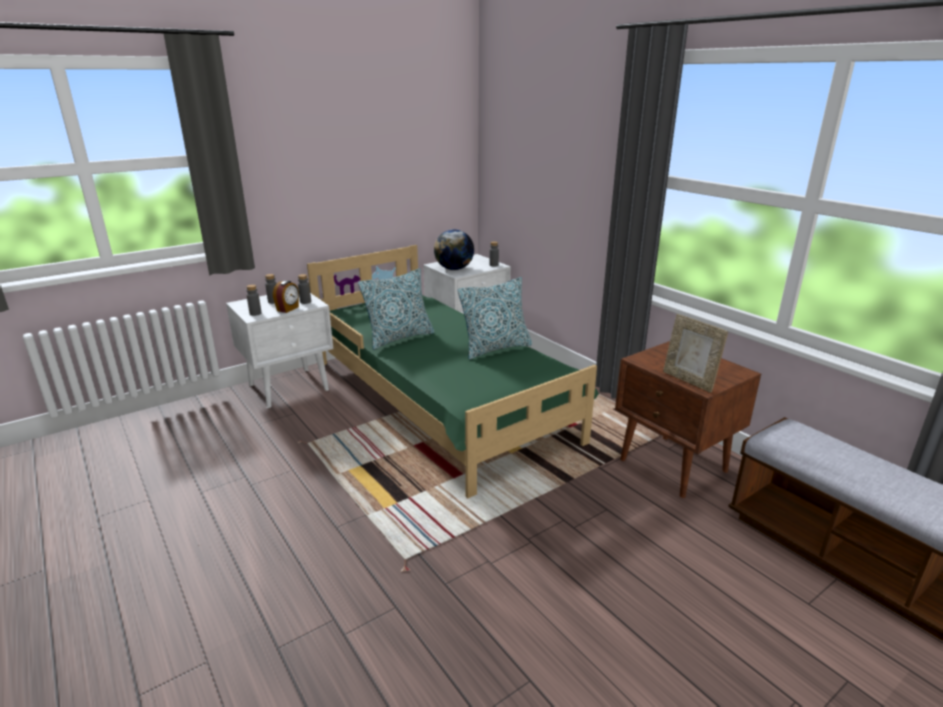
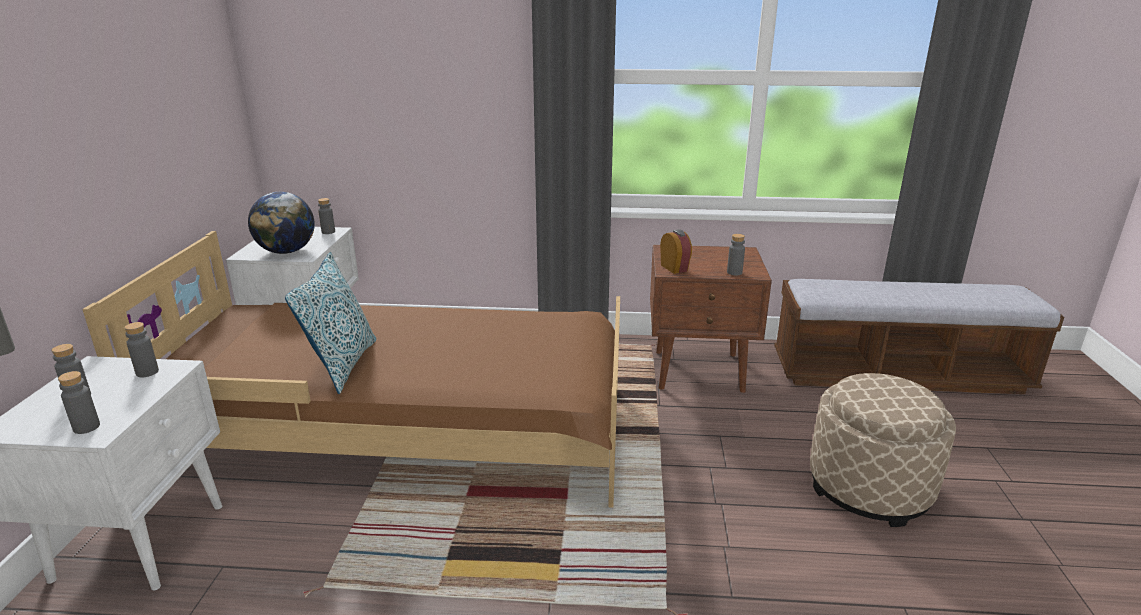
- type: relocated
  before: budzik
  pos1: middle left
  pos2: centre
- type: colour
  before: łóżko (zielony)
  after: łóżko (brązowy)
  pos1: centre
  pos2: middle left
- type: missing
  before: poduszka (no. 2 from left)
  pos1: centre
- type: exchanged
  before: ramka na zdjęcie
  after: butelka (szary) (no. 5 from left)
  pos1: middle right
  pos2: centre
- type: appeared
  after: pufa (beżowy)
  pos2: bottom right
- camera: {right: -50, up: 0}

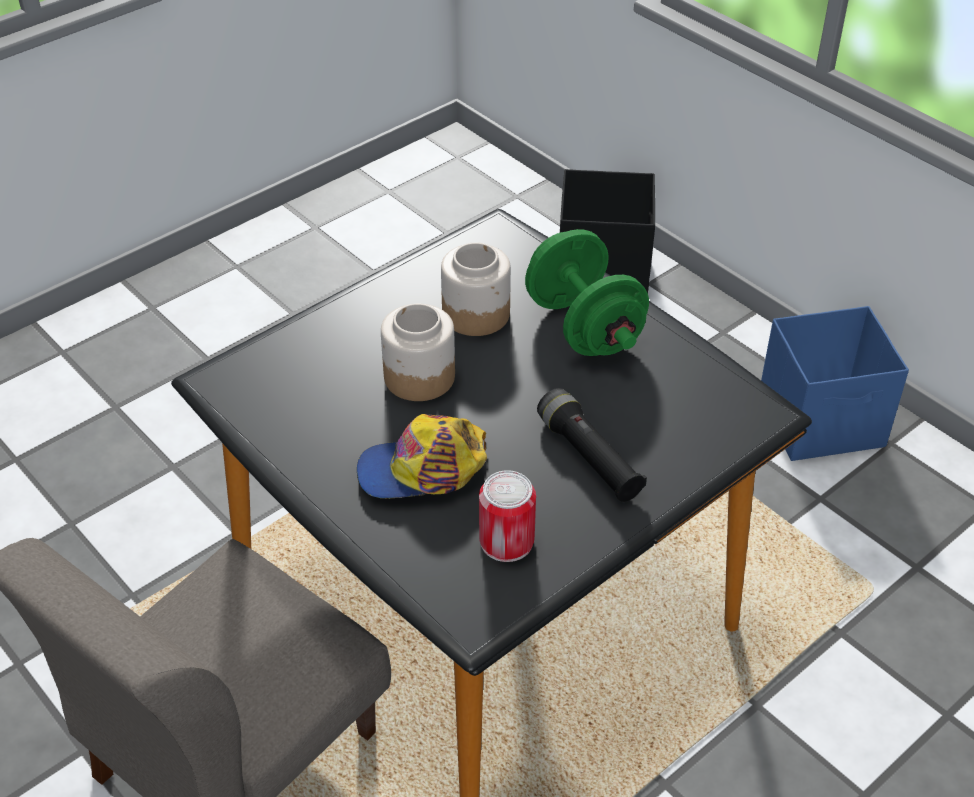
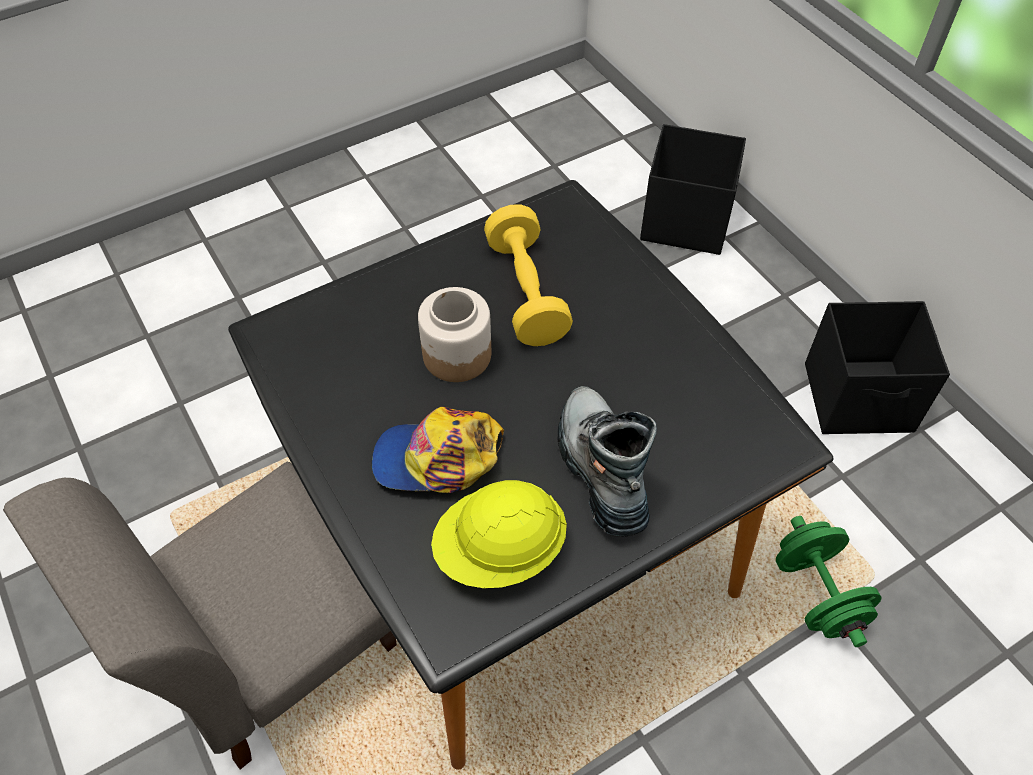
- type: exchanged
  before: słoik (no. 2 from left)
  after: hantel (żółty)
  pos1: centre
  pos2: centre
- type: exchanged
  before: puszka
  after: kask (żółty)
  pos1: centre
  pos2: bottom centre
- type: relocated
  before: hantel (zielony)
  pos1: centre
  pos2: bottom right
- type: exchanged
  before: latarka (czarny)
  after: but z cholewką
  pos1: centre
  pos2: centre
- type: colour
  before: pojemnik do przechowywania (niebieski)
  after: pojemnik do przechowywania (czarny) (no. 2 from left)
  pos1: middle right
  pos2: middle right
- camera: {right: 10, up: 10}

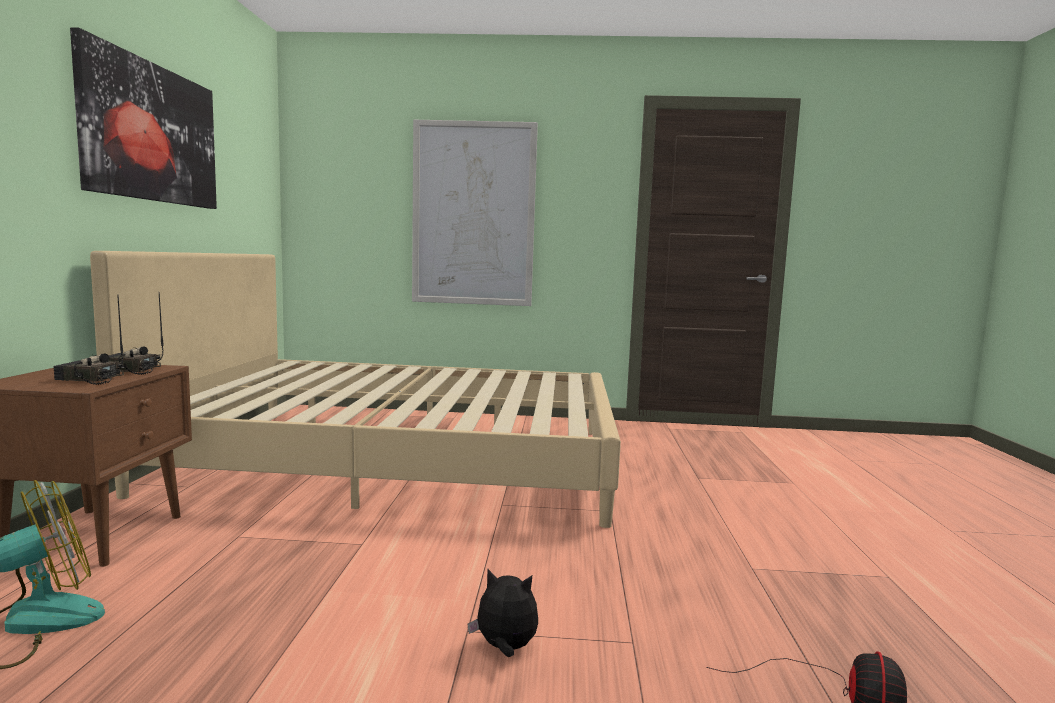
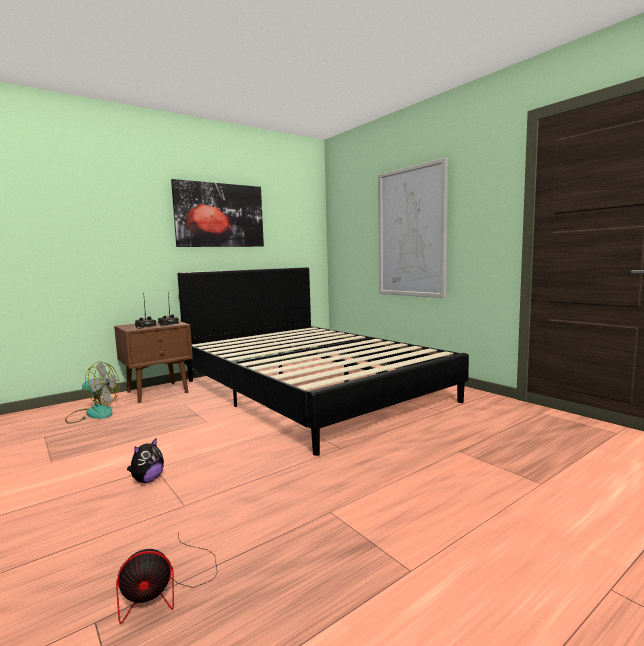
- type: colour
  before: łóżko (beżowy)
  after: łóżko (czarny)
  pos1: centre
  pos2: centre
- type: spun
  before: pluszak
  pos1: bottom centre
  pos2: bottom left
  turn: 60
- camera: {right: 50, up: 0}

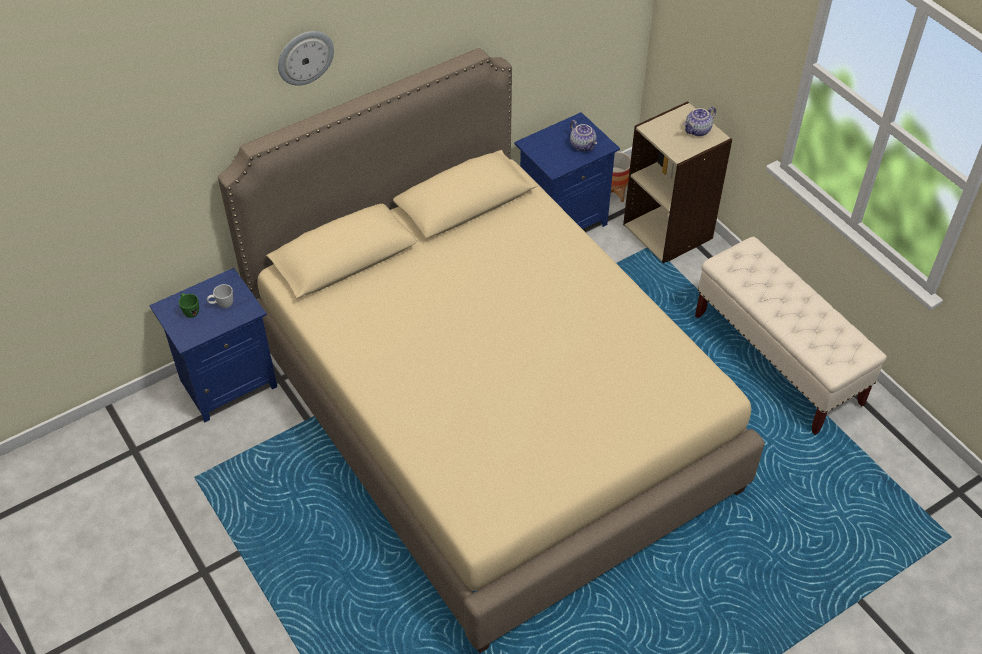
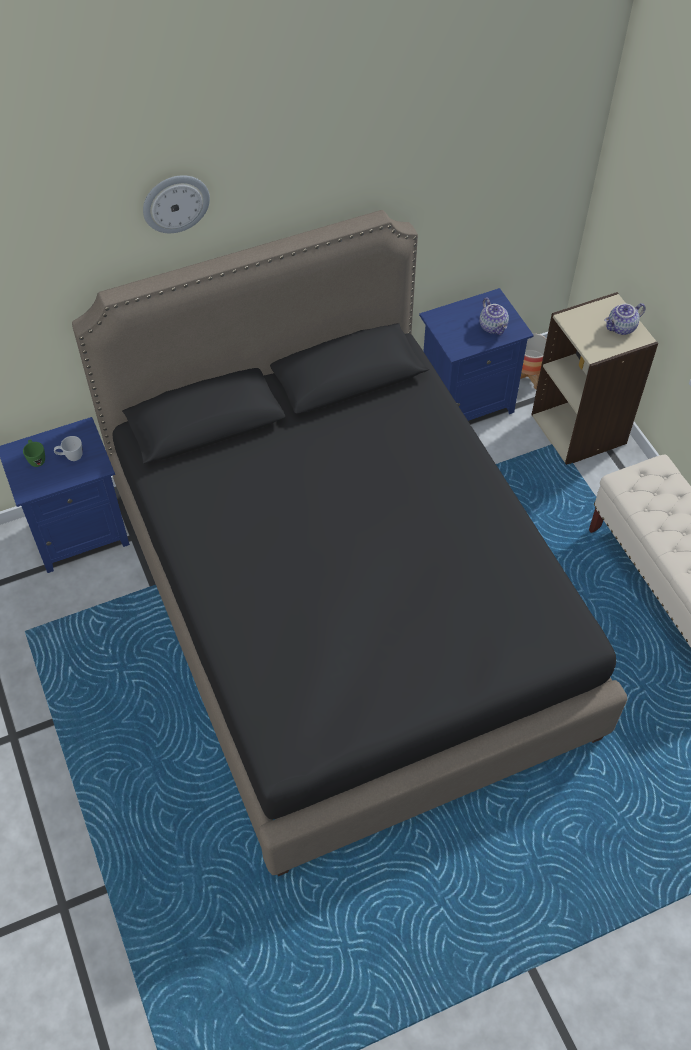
- type: colour
  before: łóżko (beżowy)
  after: łóżko (czarny)
  pos1: centre
  pos2: centre
- camera: {right: 10, up: 5}

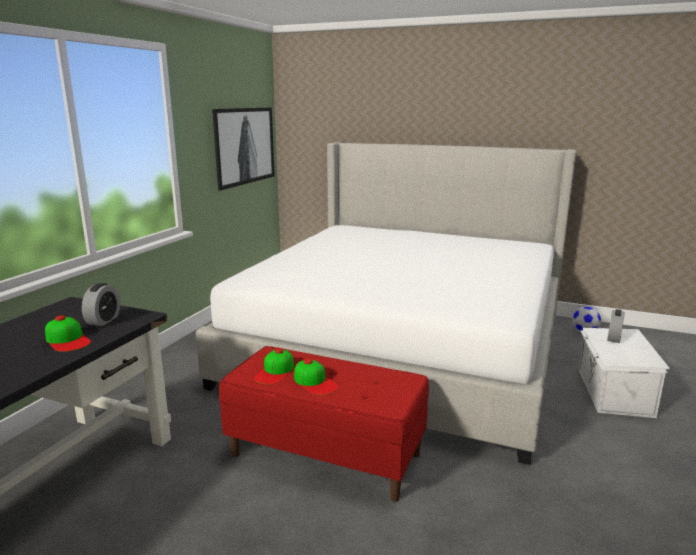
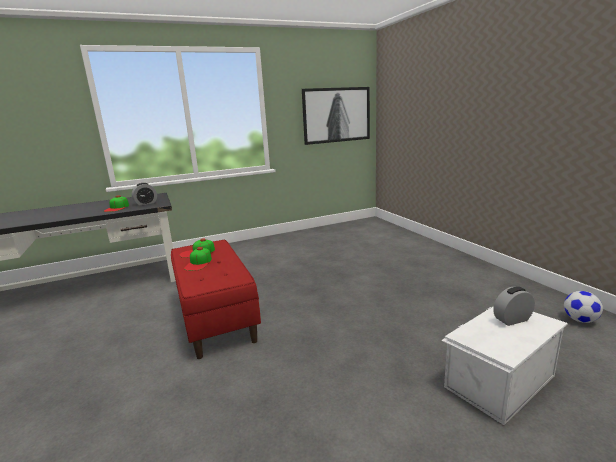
- type: missing
  before: łóżko
  pos1: centre
- camera: {right: 45, up: 0}

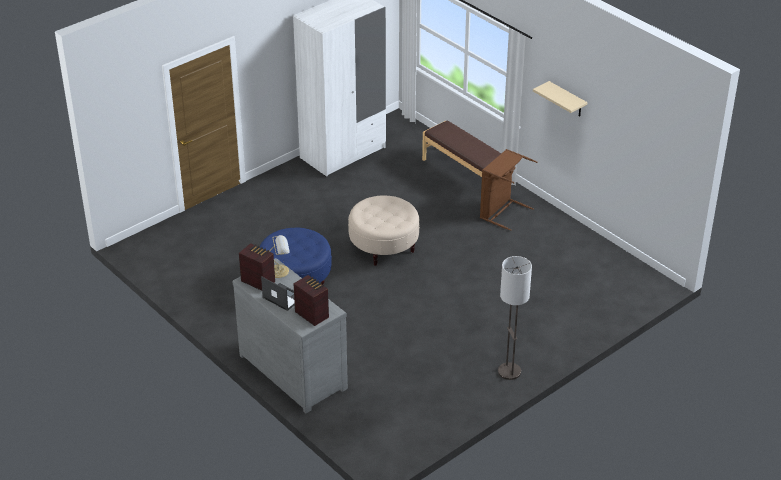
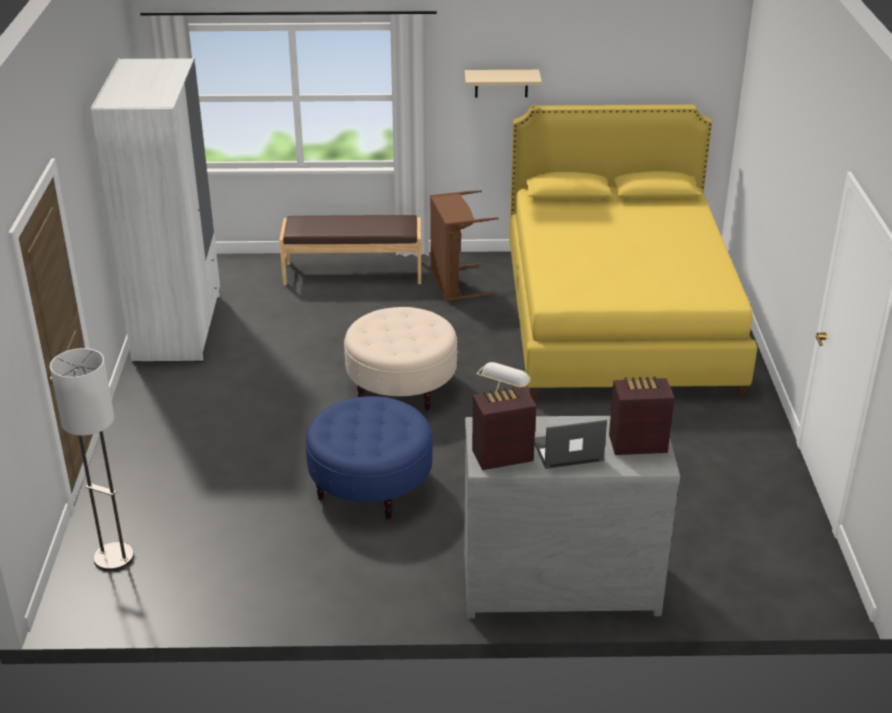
- type: relocated
  before: lampa stojąca
  pos1: centre
  pos2: middle left
- type: appeared
  after: łóżko (żółty)
  pos2: middle right
- camera: {right: -50, up: -5}

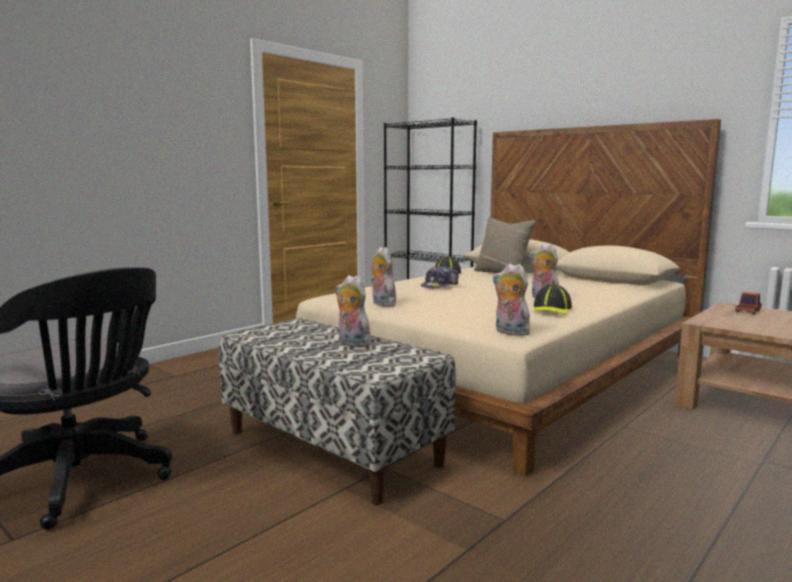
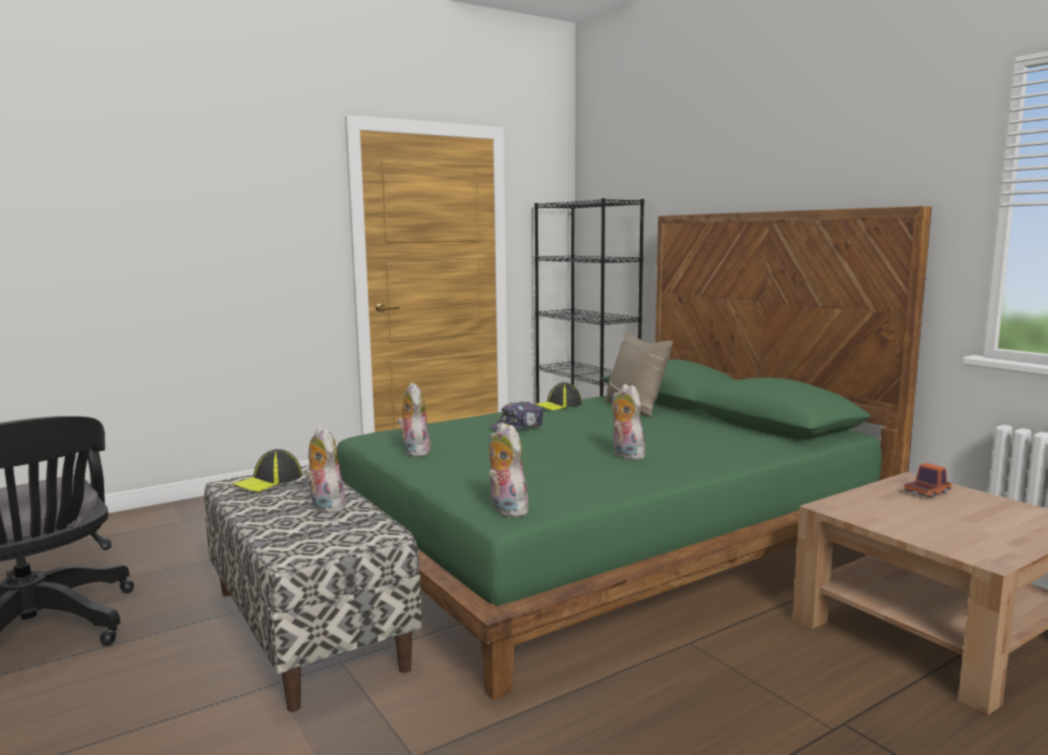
- type: colour
  before: łóżko (beżowy)
  after: łóżko (zielony)
  pos1: centre
  pos2: centre
- type: relocated
  before: czapka z daszkiem (no. 3 from left in the first image)
  after: czapka z daszkiem (no. 1 from left)
  pos1: middle right
  pos2: middle left
- camera: {right: 15, up: 0}

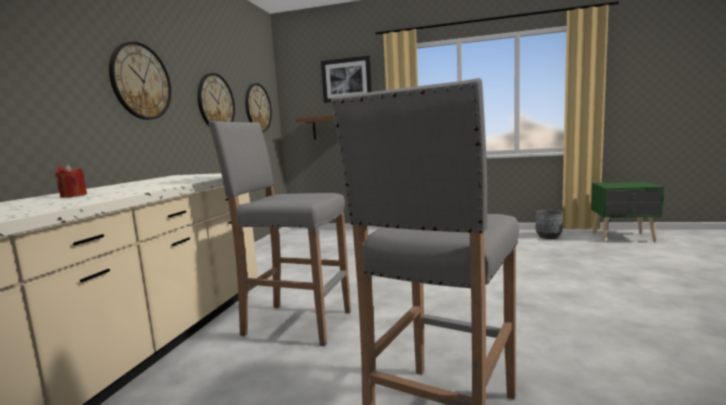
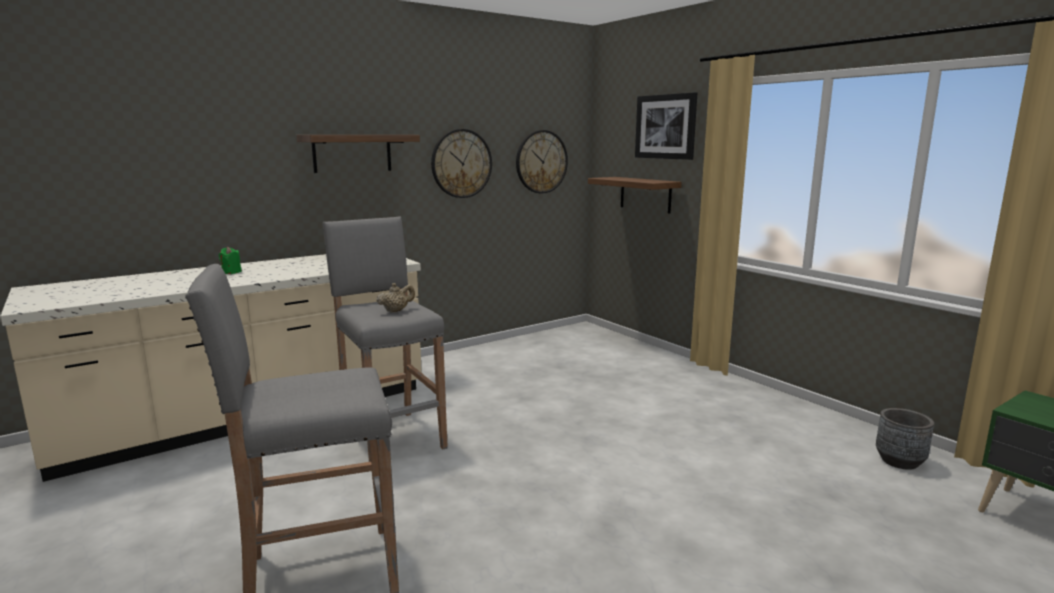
- type: colour
  before: świeca (czerwony)
  after: świeca (zielony)
  pos1: middle left
  pos2: middle left
- type: exchanged
  before: zegar ścienny (no. 1 from left)
  after: półka (no. 1 from left)
  pos1: top left
  pos2: top centre
- type: appeared
  after: imbryk (beżowy)
  pos2: centre
- camera: {right: 40, up: 5}

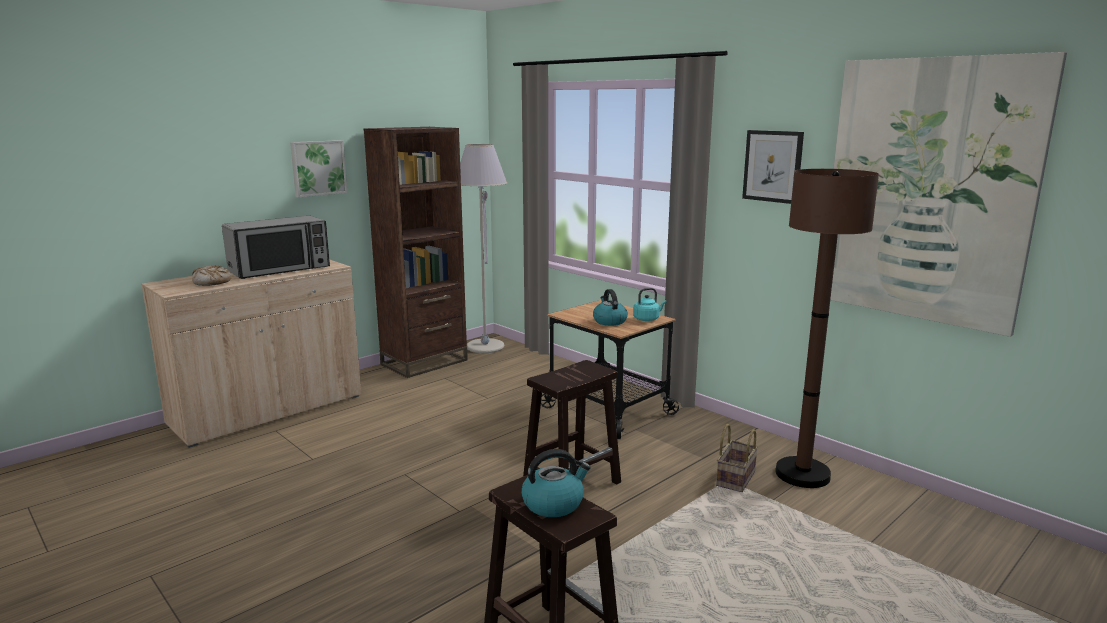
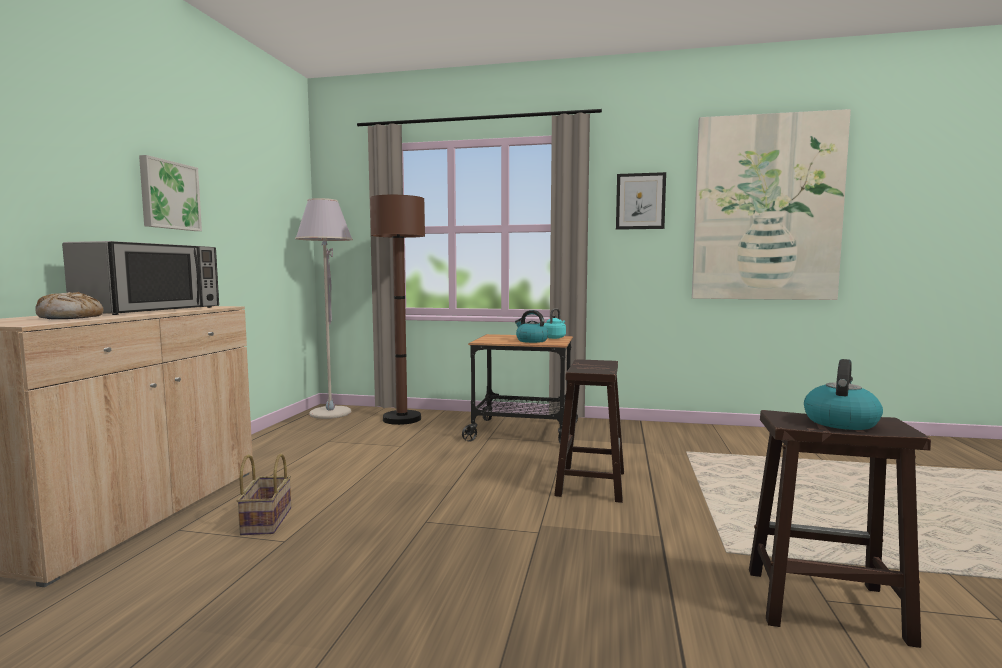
- type: missing
  before: regał (brązowy)
  pos1: centre
- type: relocated
  before: koszyk
  pos1: bottom centre
  pos2: bottom left
- type: relocated
  before: lampa stojąca (brązowy)
  pos1: middle right
  pos2: centre
- camera: {right: -35, up: -10}

